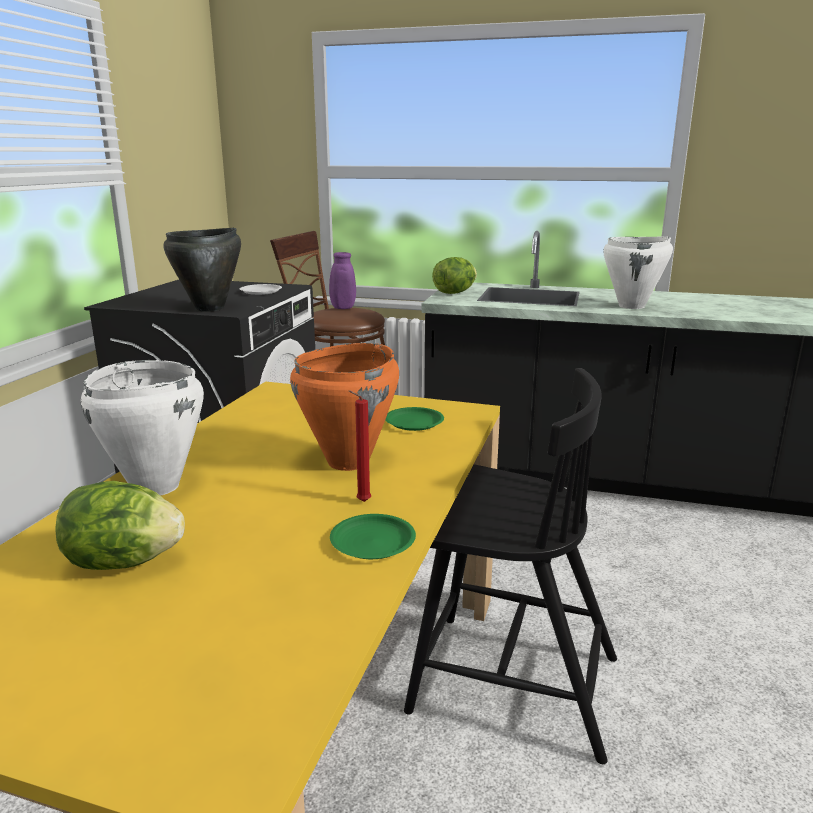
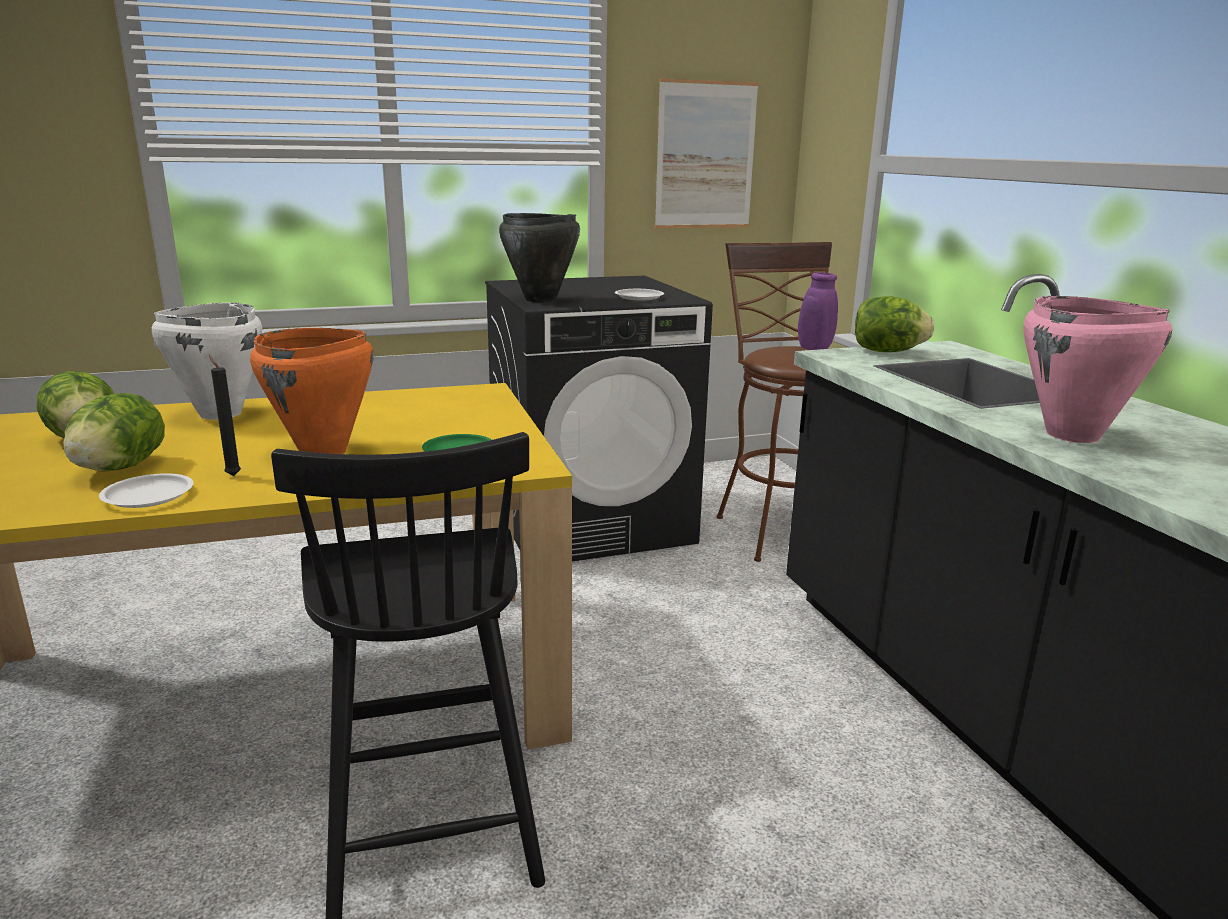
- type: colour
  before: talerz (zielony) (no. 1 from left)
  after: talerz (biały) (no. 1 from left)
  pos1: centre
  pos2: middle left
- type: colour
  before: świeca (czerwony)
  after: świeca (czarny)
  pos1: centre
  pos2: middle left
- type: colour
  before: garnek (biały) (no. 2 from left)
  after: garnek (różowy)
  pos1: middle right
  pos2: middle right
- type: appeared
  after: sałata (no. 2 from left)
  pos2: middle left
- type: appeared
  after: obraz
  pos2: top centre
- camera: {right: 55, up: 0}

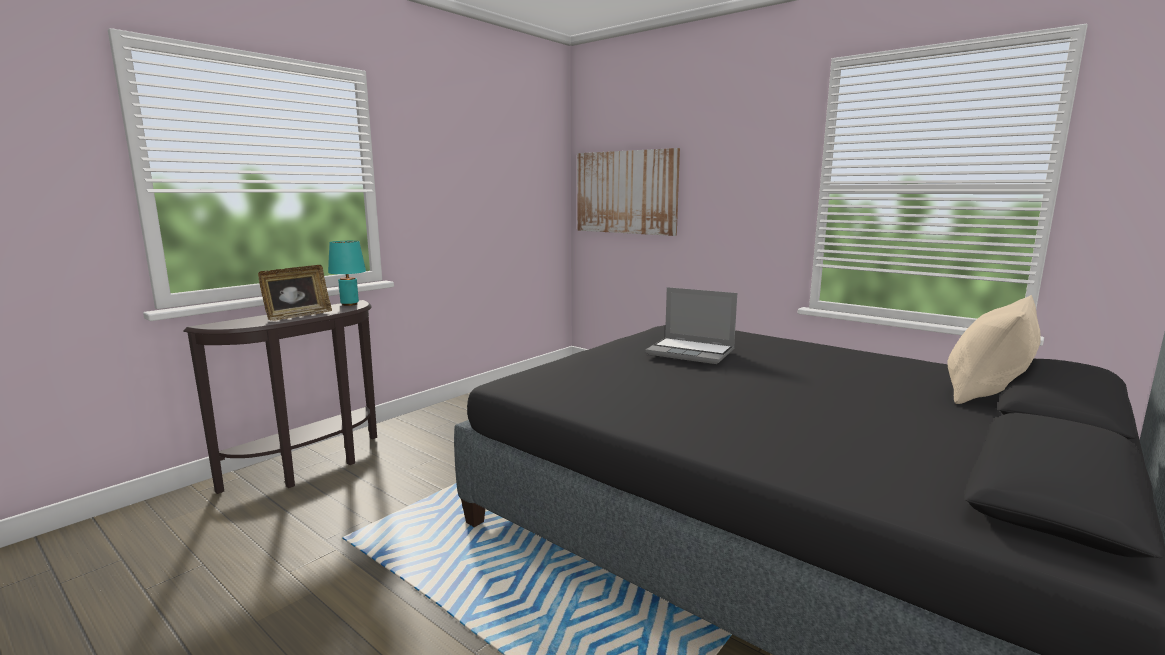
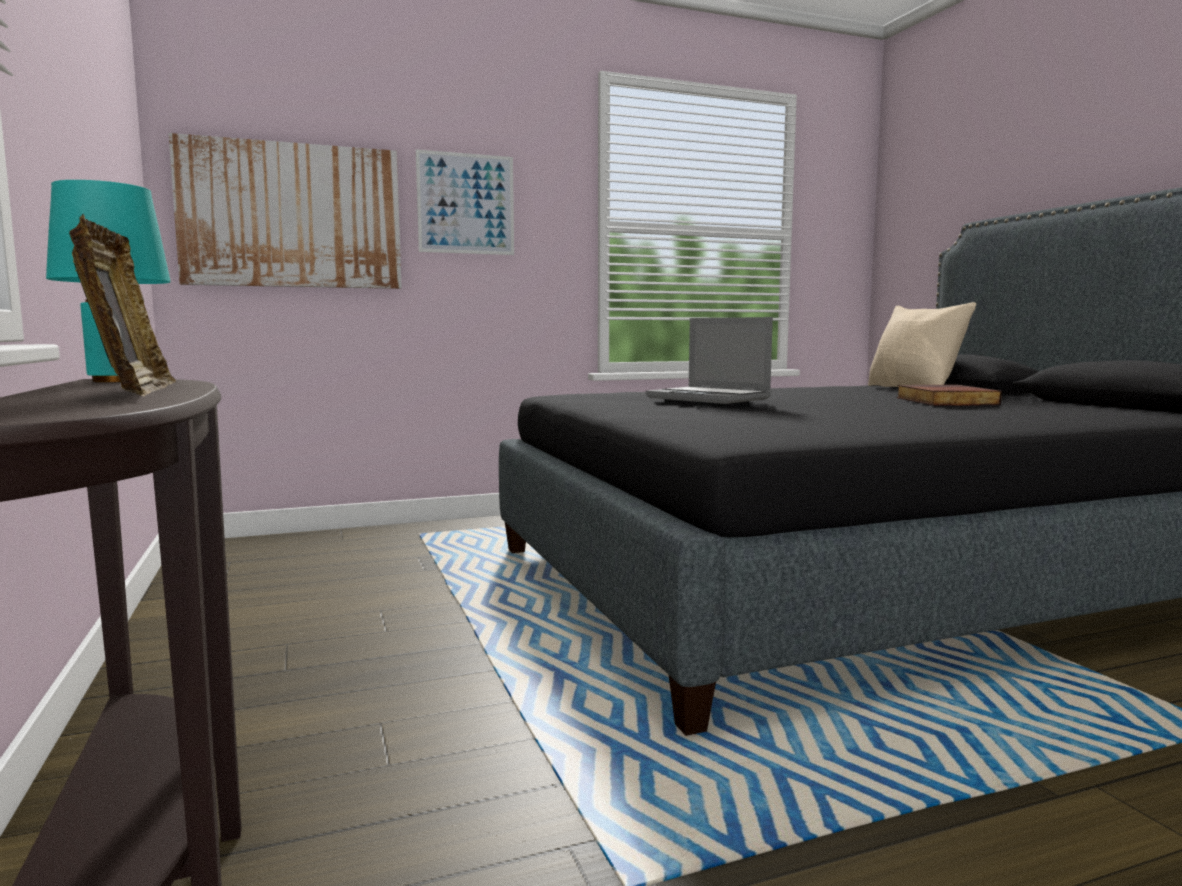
- type: spun
  before: laptop
  pos1: centre
  pos2: centre
  turn: 75
- type: appeared
  after: obraz (no. 2 from left)
  pos2: top centre
- type: appeared
  after: książka
  pos2: middle right
- camera: {right: -60, up: -5}

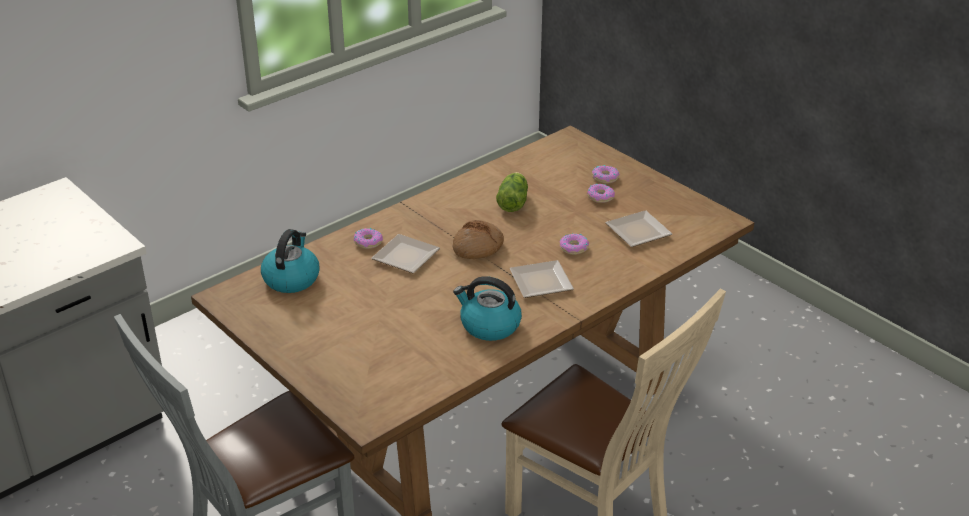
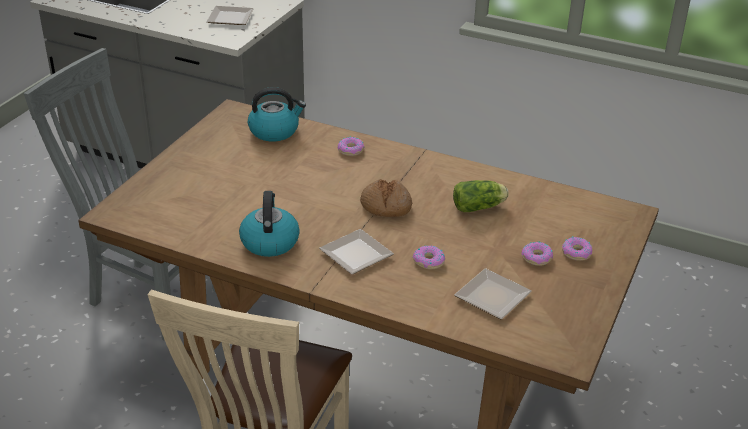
- type: relocated
  before: talerz (no. 1 from left)
  pos1: centre
  pos2: top left
- camera: {right: 65, up: 0}

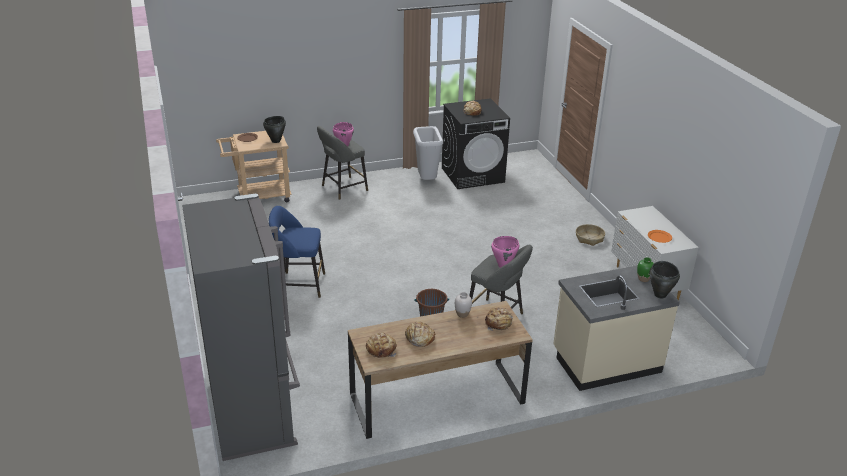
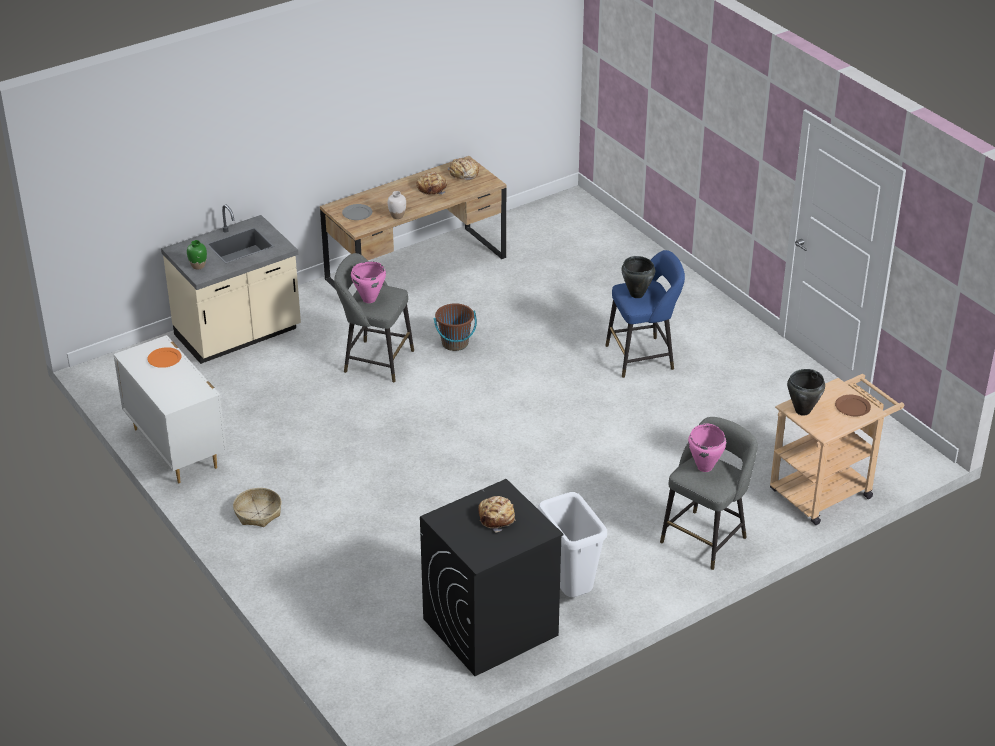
- type: missing
  before: lodówka (szary)
  pos1: bottom left
- type: exchanged
  before: chleb (no. 4 from left)
  after: talerz (szary)
  pos1: bottom centre
  pos2: top centre
- type: relocated
  before: garnek (czarny) (no. 2 from left in the first image)
  after: garnek (czarny) (no. 1 from left)
  pos1: middle right
  pos2: centre
- camera: {right: 165, up: 5}

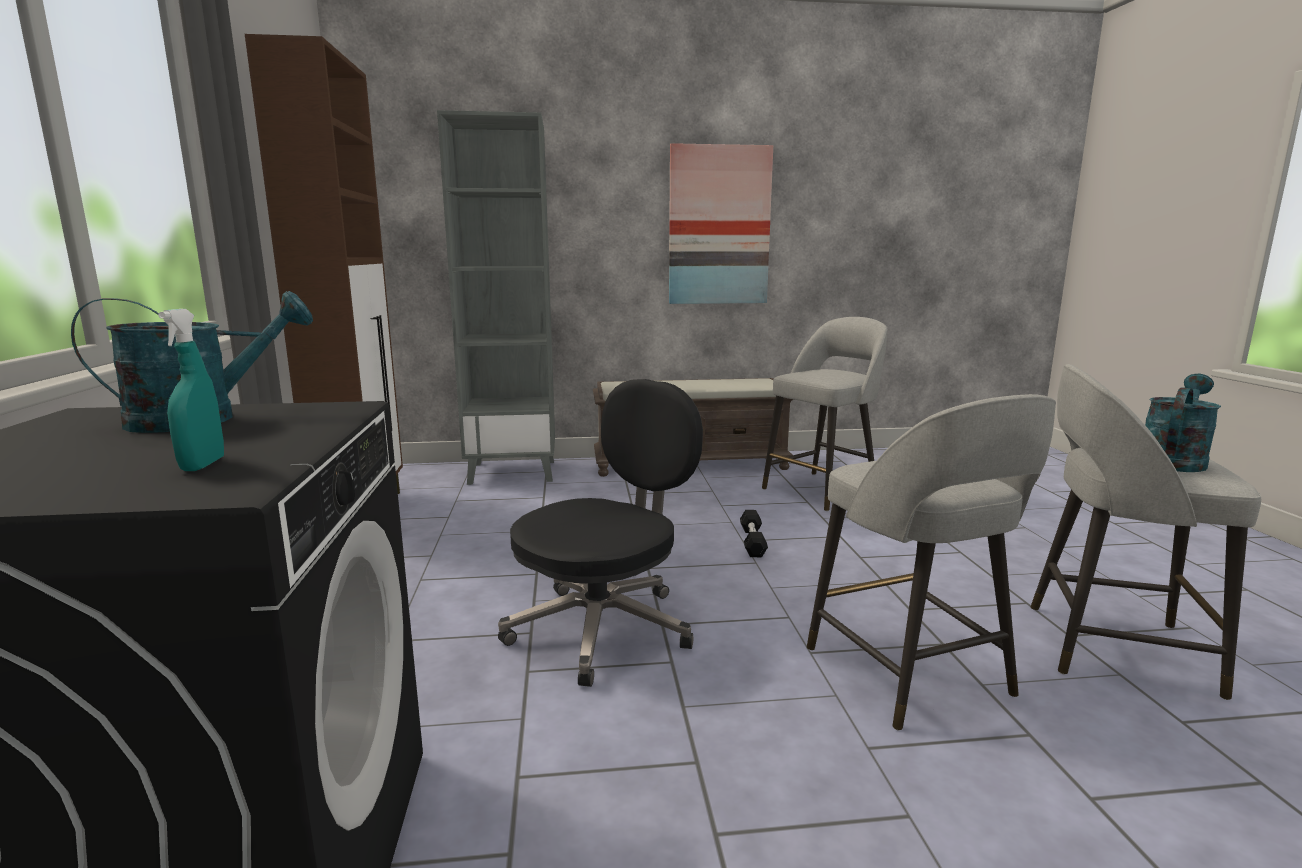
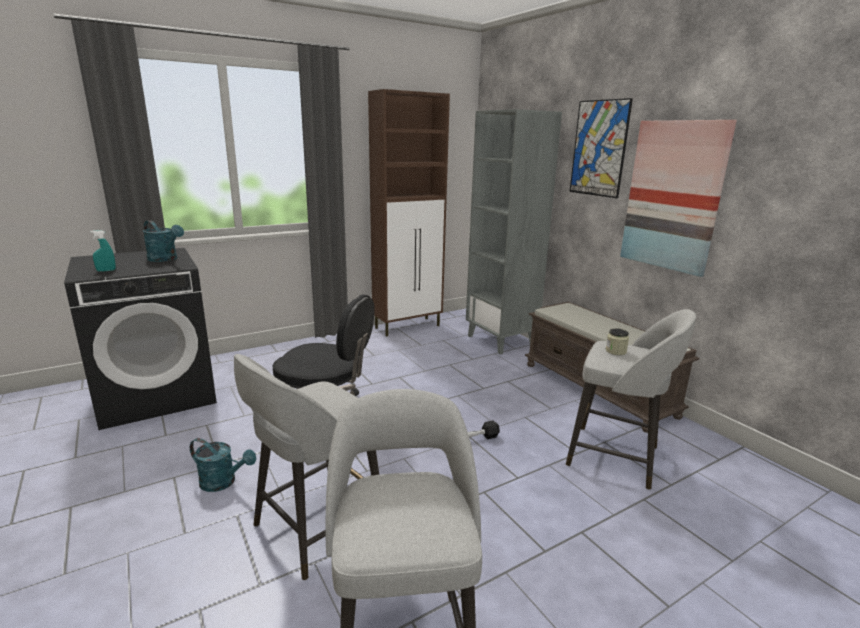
- type: relocated
  before: konewka (turkusowy) (no. 2 from left)
  pos1: middle right
  pos2: bottom left
- type: appeared
  after: obraz (no. 1 from left)
  pos2: top right
- type: appeared
  after: słoik
  pos2: middle right
- camera: {right: 65, up: 5}

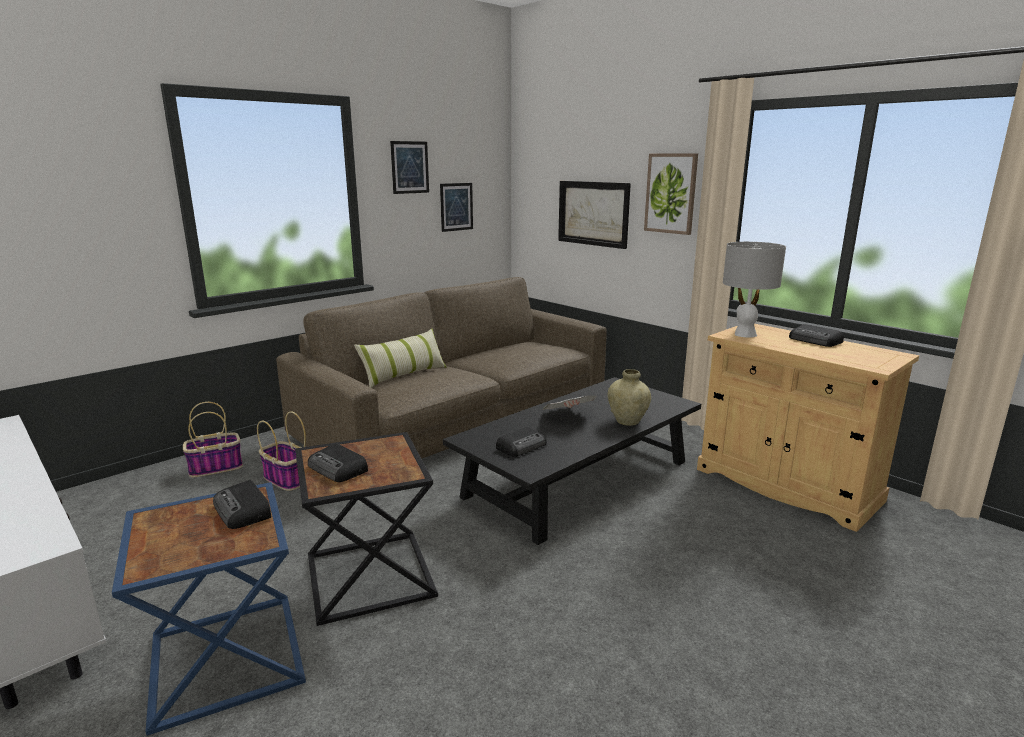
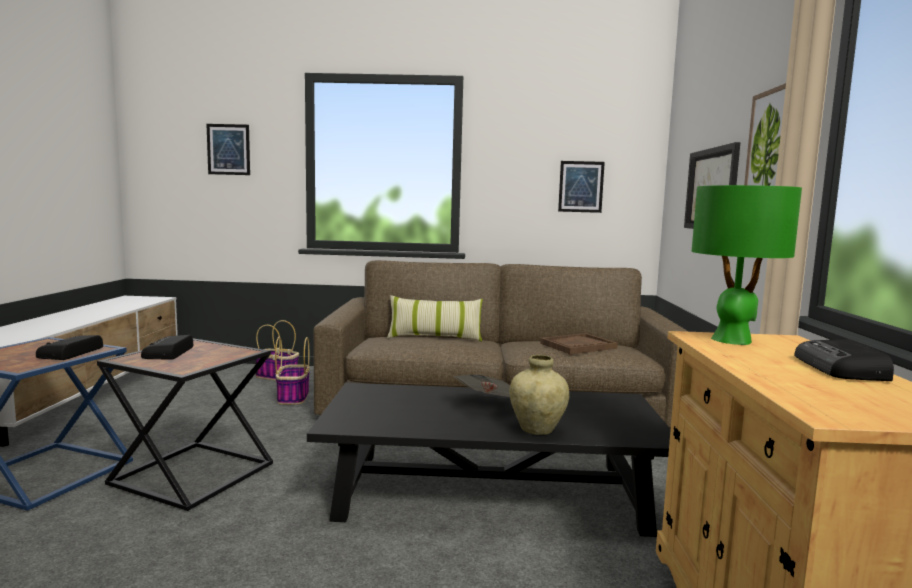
- type: relocated
  before: obraz (no. 1 from left)
  pos1: top centre
  pos2: top left
- type: missing
  before: radio (no. 3 from left)
  pos1: centre
- type: colour
  before: lampa stołowa (szary)
  after: lampa stołowa (zielony)
  pos1: middle right
  pos2: middle right
- type: appeared
  after: taca (brązowy)
  pos2: centre
- camera: {right: 45, up: -10}

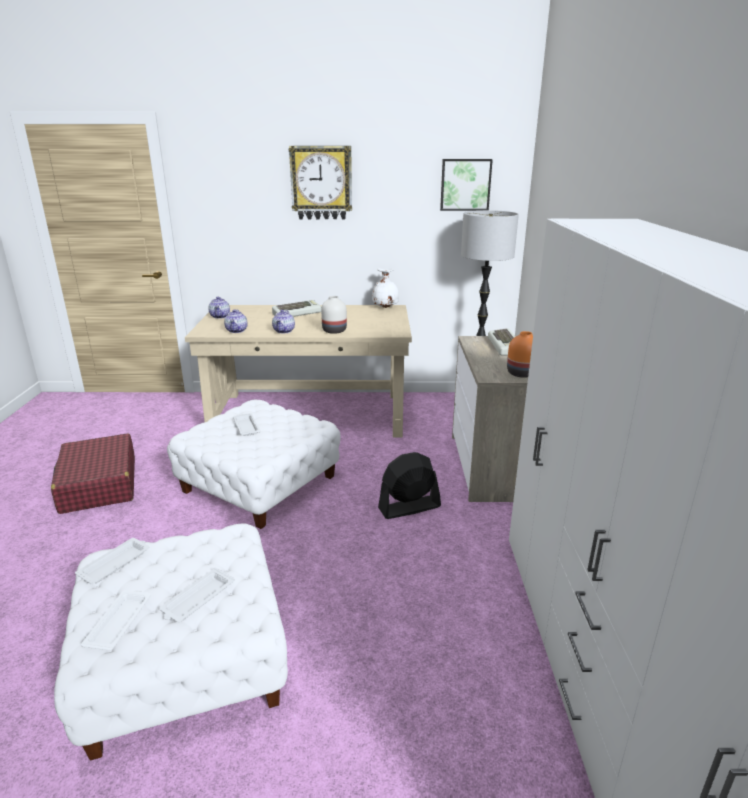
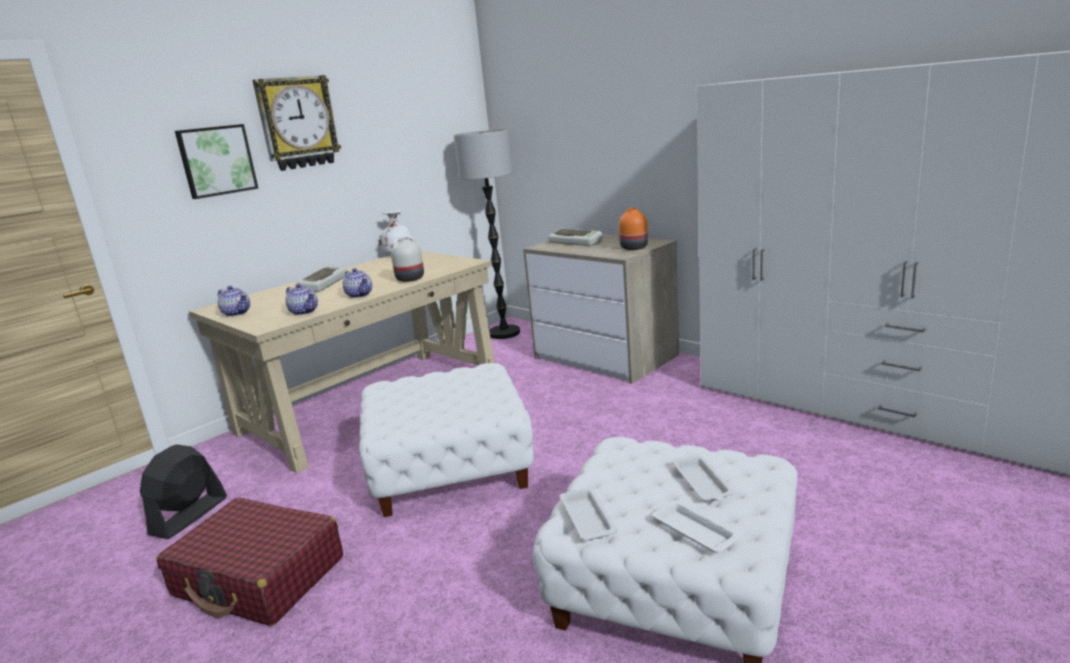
- type: missing
  before: taca (biały) (no. 4 from left)
  pos1: middle left
- type: relocated
  before: wentylator (czarny)
  pos1: centre
  pos2: bottom left
- type: relocated
  before: obraz
  pos1: top centre
  pos2: top left
- camera: {right: -45, up: -5}

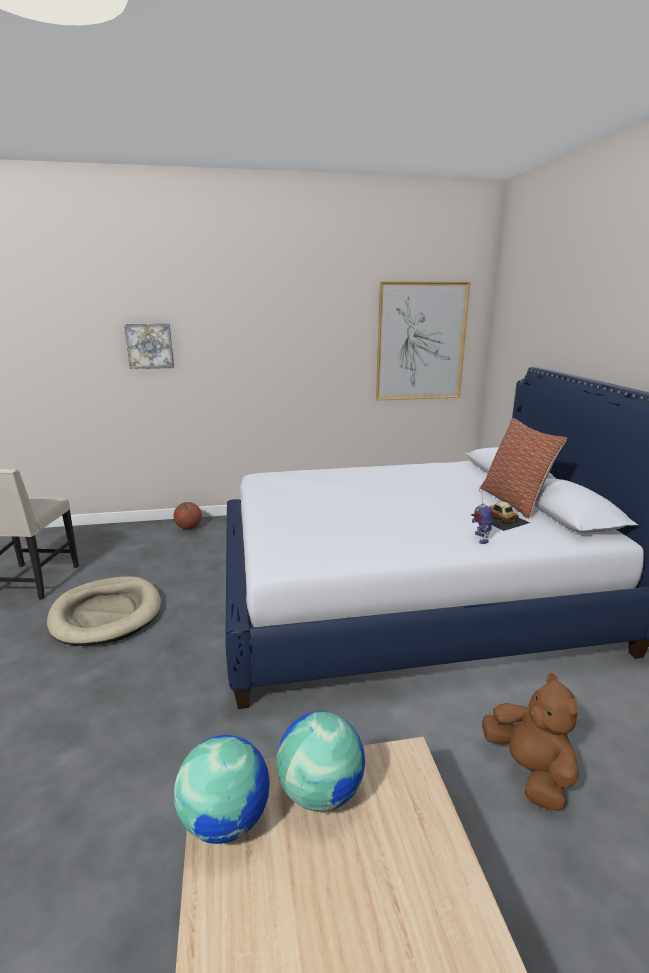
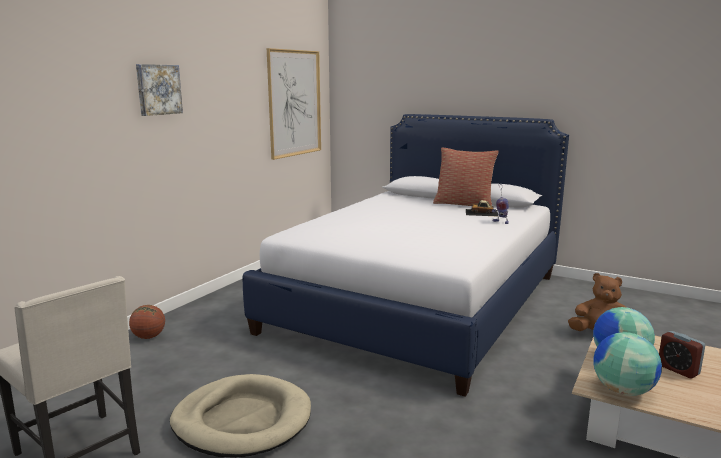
- type: relocated
  before: obraz (no. 1 from left)
  pos1: middle left
  pos2: top left
- type: appeared
  after: budzik
  pos2: bottom right
- camera: {right: -50, up: -5}

